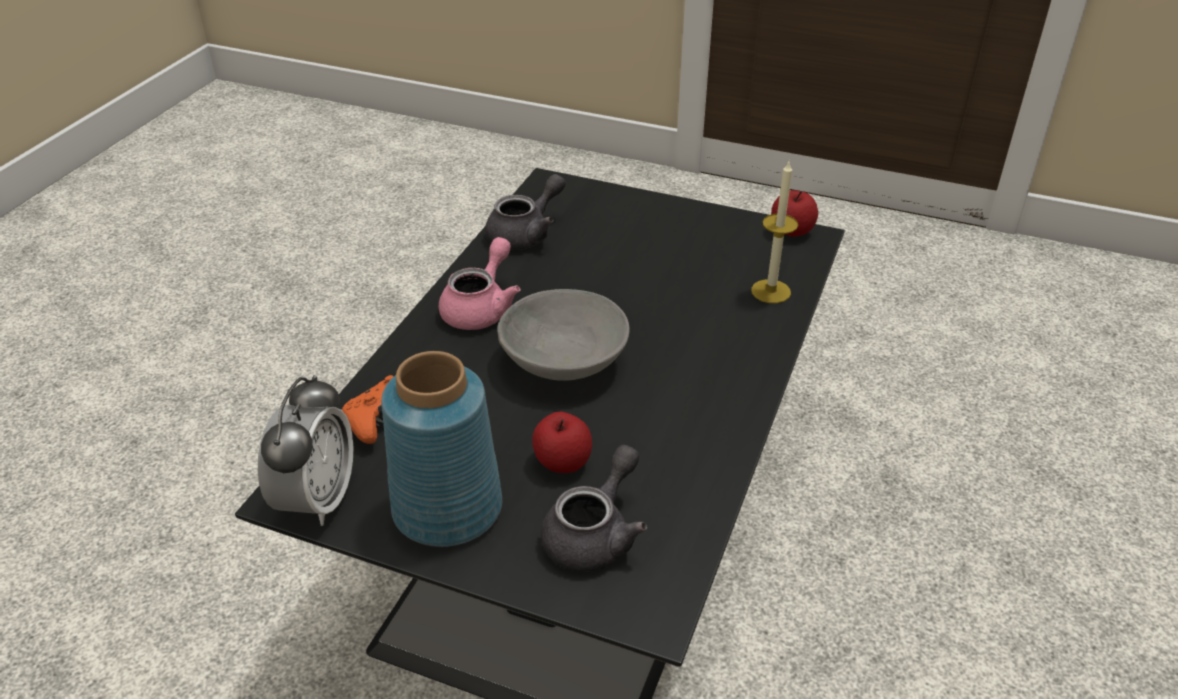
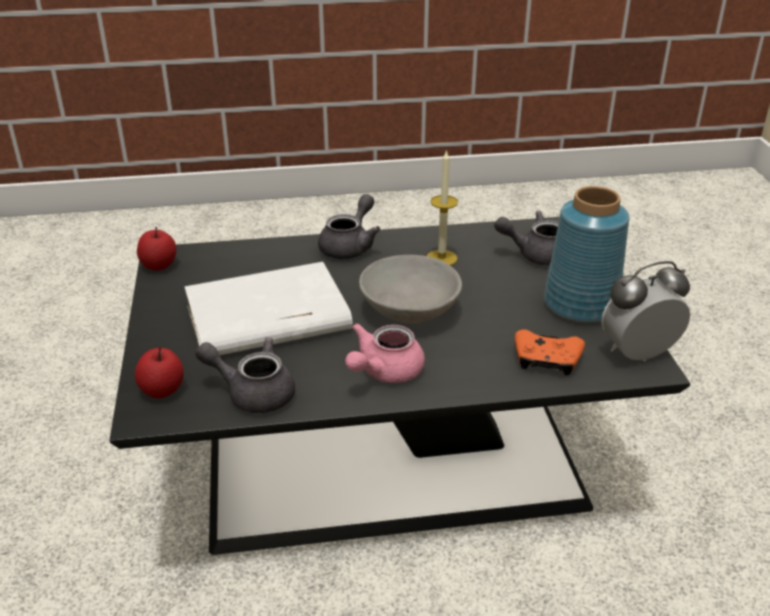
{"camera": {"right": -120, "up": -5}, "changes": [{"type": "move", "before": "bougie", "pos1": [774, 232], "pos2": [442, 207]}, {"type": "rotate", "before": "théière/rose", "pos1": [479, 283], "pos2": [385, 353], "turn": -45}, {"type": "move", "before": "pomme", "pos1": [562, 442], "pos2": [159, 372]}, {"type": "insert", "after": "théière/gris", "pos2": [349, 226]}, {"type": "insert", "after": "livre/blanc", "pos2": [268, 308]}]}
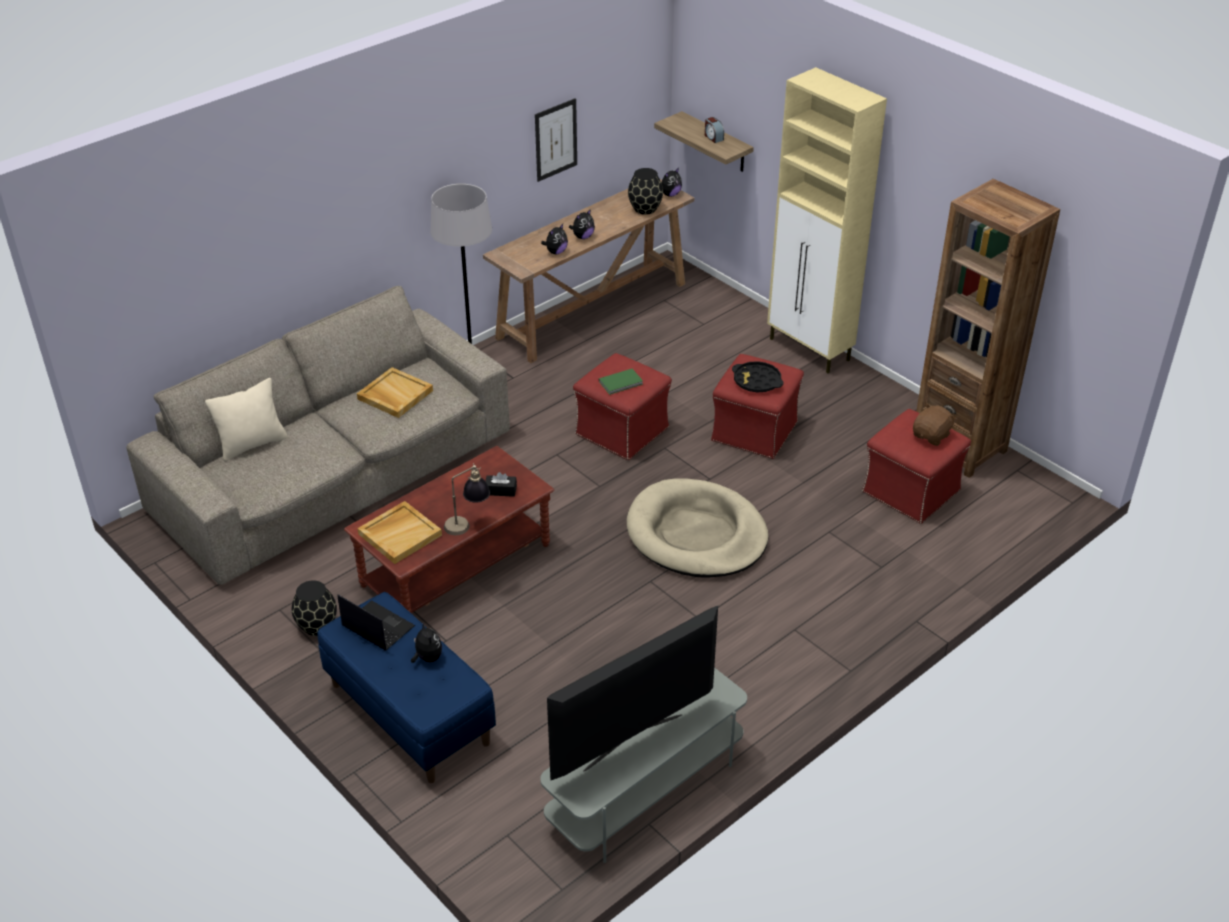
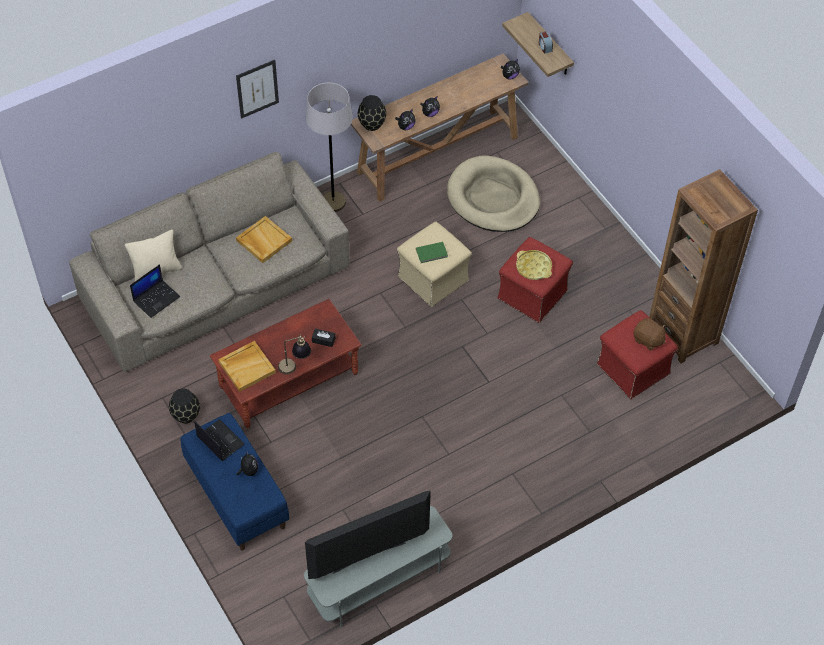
{"camera": {"right": 10, "up": 15}, "changes": [{"type": "delete", "before": "meuble de rangement/beige", "pos1": [827, 220]}, {"type": "move", "before": "tableau", "pos1": [556, 140], "pos2": [257, 89]}, {"type": "move", "before": "vase/noir", "pos1": [645, 191], "pos2": [372, 113]}, {"type": "recolor", "before": "pouf/rouge", "after": "pouf/beige", "pos1": [622, 406], "pos2": [434, 264]}, {"type": "recolor", "before": "plateau/noir", "after": "plateau/jaune", "pos1": [758, 377], "pos2": [534, 265]}, {"type": "rotate", "before": "peluche/marron", "pos1": [934, 424], "pos2": [650, 334], "turn": 75}, {"type": "move", "before": "panier pour chien/beige", "pos1": [697, 528], "pos2": [493, 194]}, {"type": "insert", "after": "ordinateur portable", "pos2": [155, 291]}]}
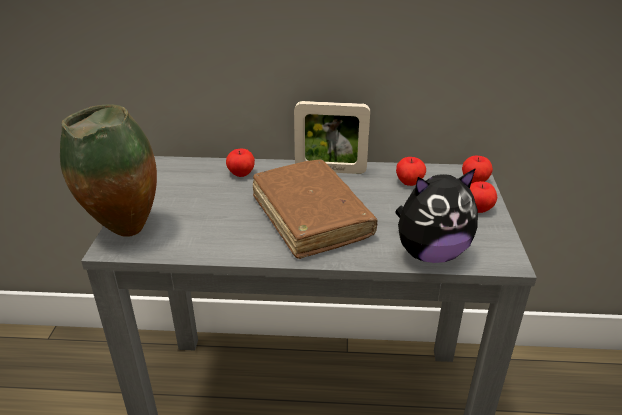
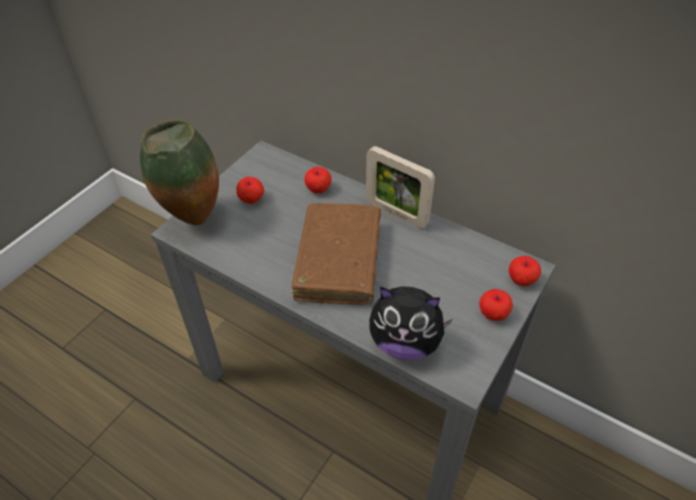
{"camera": {"right": 30, "up": 15}, "changes": [{"type": "move", "before": "pomme", "pos1": [411, 171], "pos2": [250, 190]}]}
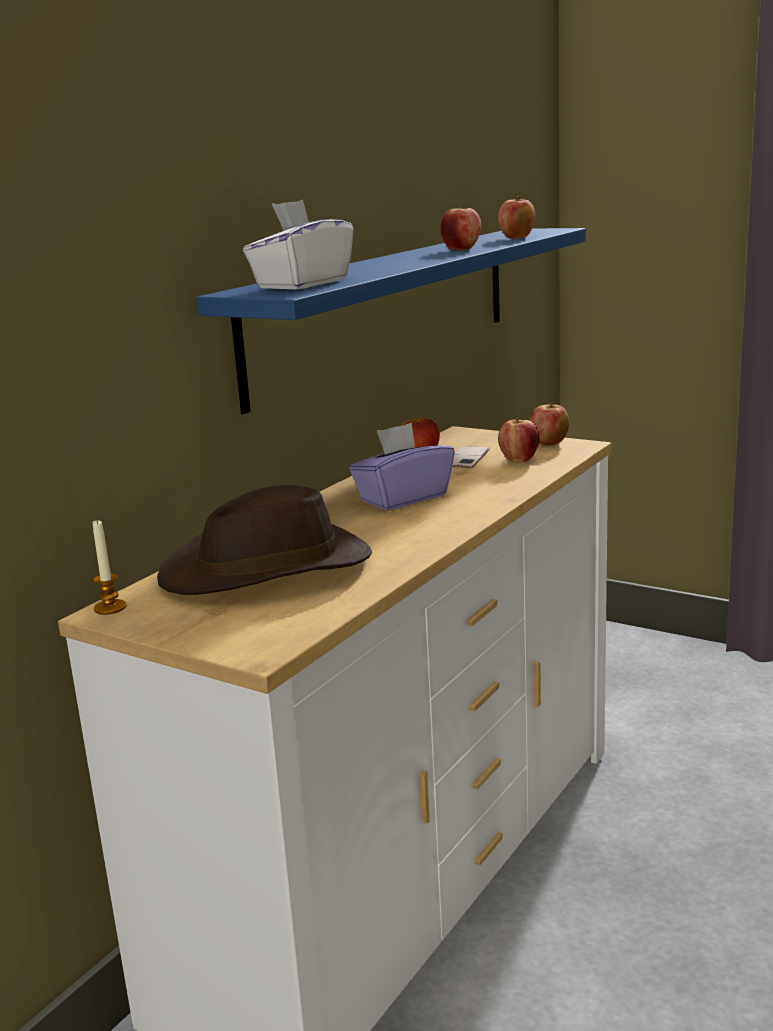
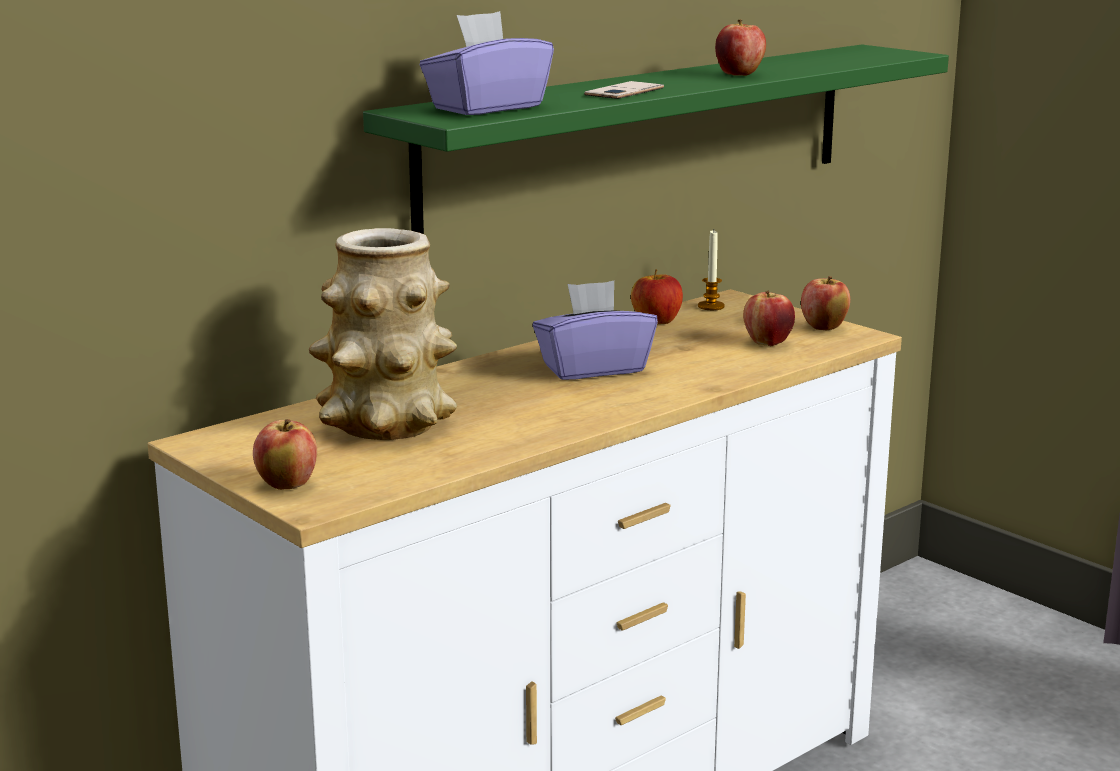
{"camera": {"right": 15, "up": 0}, "changes": [{"type": "move", "before": "pomme", "pos1": [516, 217], "pos2": [285, 454]}, {"type": "recolor", "before": "boîte à mouchoirs/blanc", "after": "boîte à mouchoirs/violet", "pos1": [298, 244], "pos2": [487, 63]}, {"type": "recolor", "before": "étagère/bleu", "after": "étagère/vert", "pos1": [391, 321], "pos2": [656, 139]}, {"type": "move", "before": "téléphone", "pos1": [470, 457], "pos2": [624, 90]}, {"type": "replace", "before": "chapeau/marron", "after": "vase", "pos1": [264, 540], "pos2": [383, 334]}, {"type": "move", "before": "bougie", "pos1": [109, 567], "pos2": [711, 270]}]}
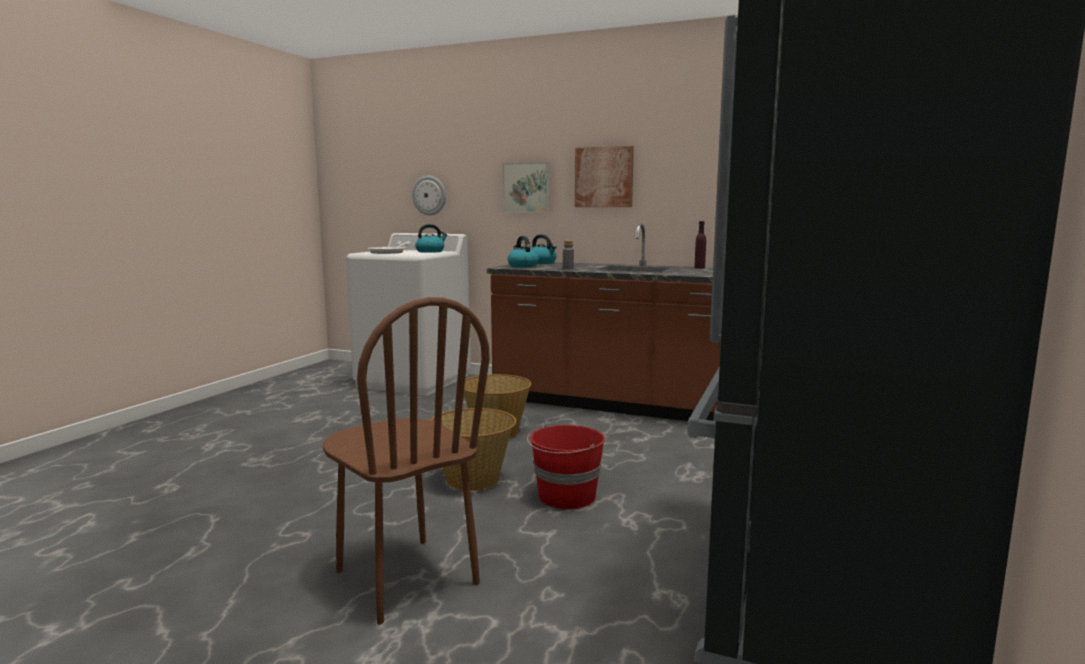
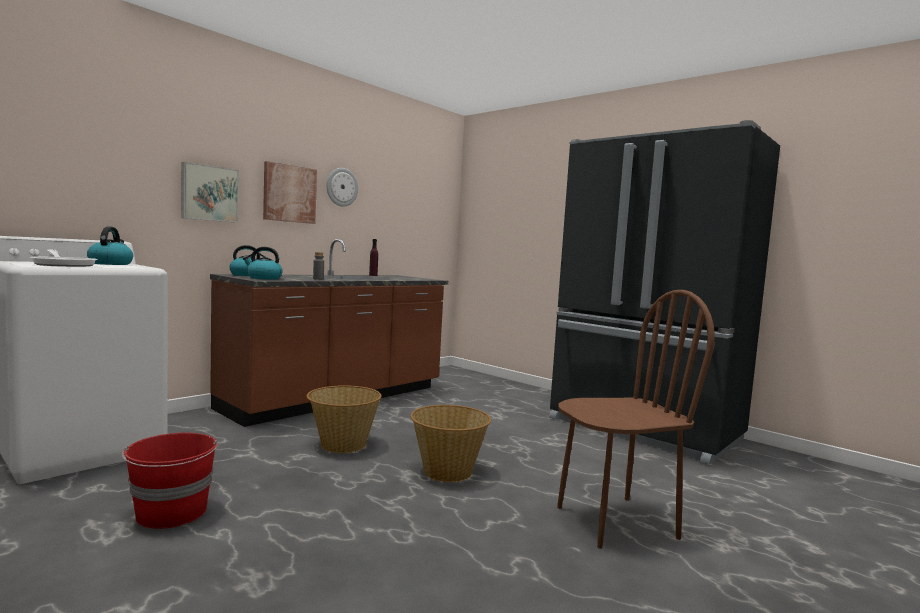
{"camera": {"right": -70, "up": -5}, "changes": [{"type": "move", "before": "horloge murale", "pos1": [429, 195], "pos2": [342, 187]}, {"type": "move", "before": "seau/rouge", "pos1": [566, 467], "pos2": [170, 481]}]}
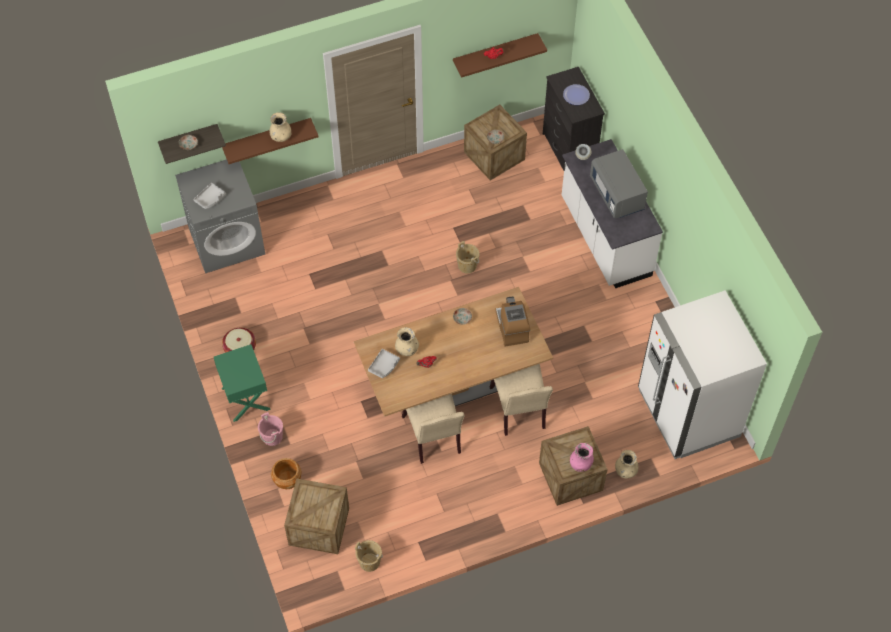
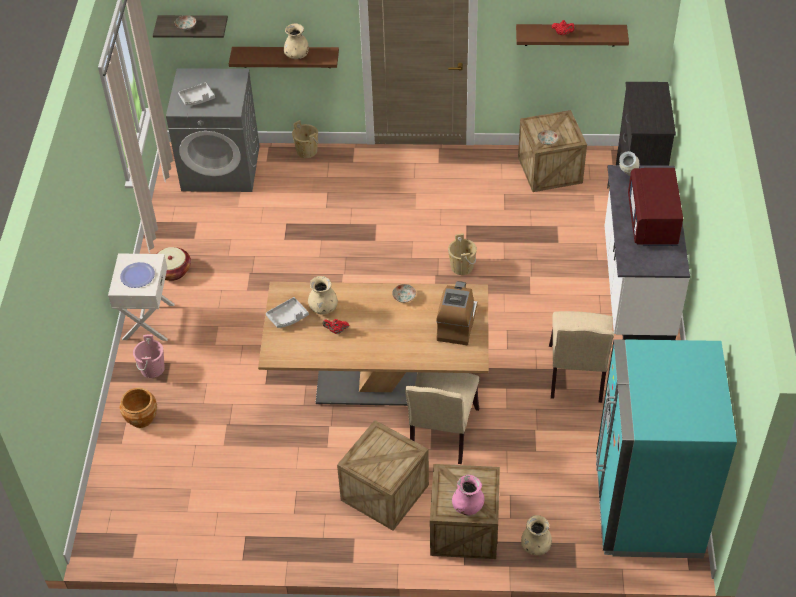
{"camera": {"right": 25, "up": -10}, "changes": [{"type": "move", "before": "assiette", "pos1": [576, 94], "pos2": [137, 275]}, {"type": "recolor", "before": "micro-ondes/gris", "after": "micro-ondes/rouge", "pos1": [619, 183], "pos2": [655, 207]}, {"type": "recolor", "before": "réfrigérateur/blanc", "after": "réfrigérateur/turquoise", "pos1": [702, 374], "pos2": [666, 448]}, {"type": "recolor", "before": "table de chevet/vert", "after": "table de chevet/blanc", "pos1": [242, 383], "pos2": [141, 297]}, {"type": "move", "before": "chaise/beige", "pos1": [433, 429], "pos2": [581, 357]}, {"type": "move", "before": "caisse", "pos1": [316, 516], "pos2": [383, 475]}, {"type": "move", "before": "seau/beige", "pos1": [369, 556], "pos2": [305, 139]}]}
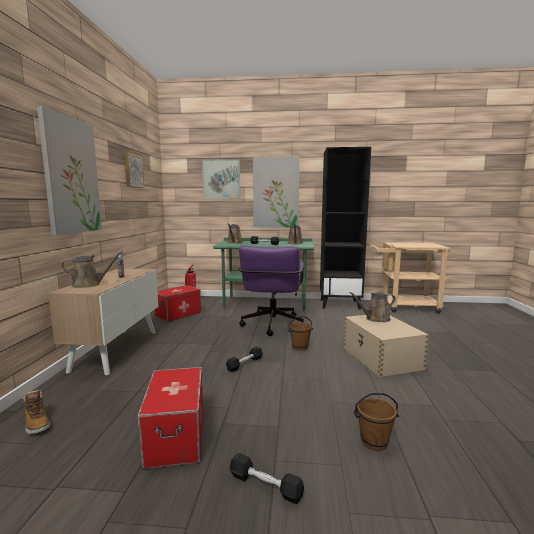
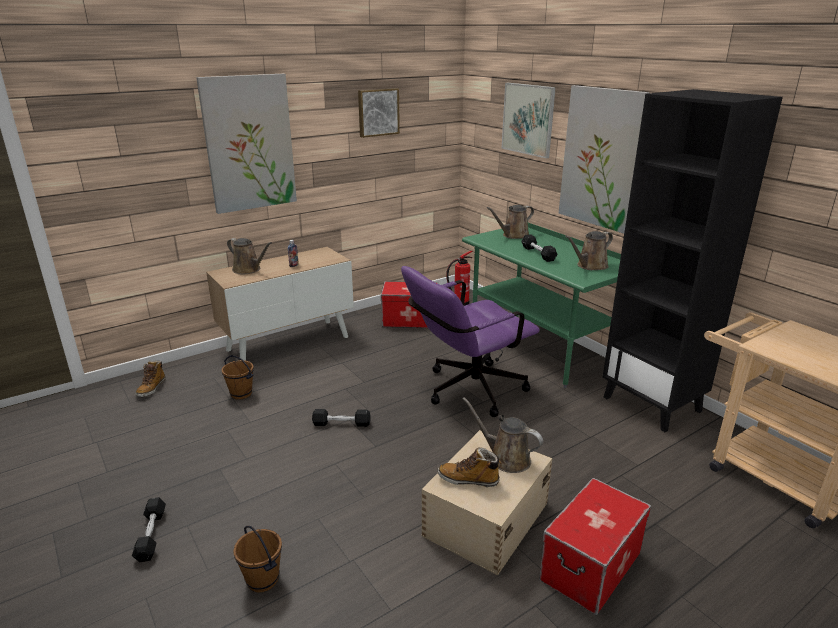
{"camera": {"right": 50, "up": 15}, "changes": [{"type": "move", "before": "seau/marron", "pos1": [300, 333], "pos2": [238, 377]}, {"type": "move", "before": "boîte de rangement", "pos1": [170, 418], "pos2": [595, 546]}, {"type": "insert", "after": "botte", "pos2": [470, 467]}]}
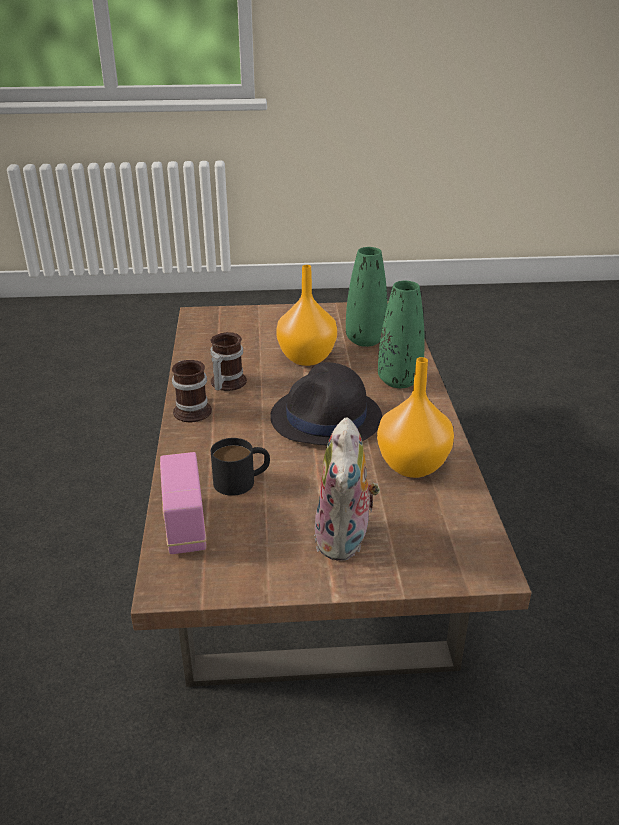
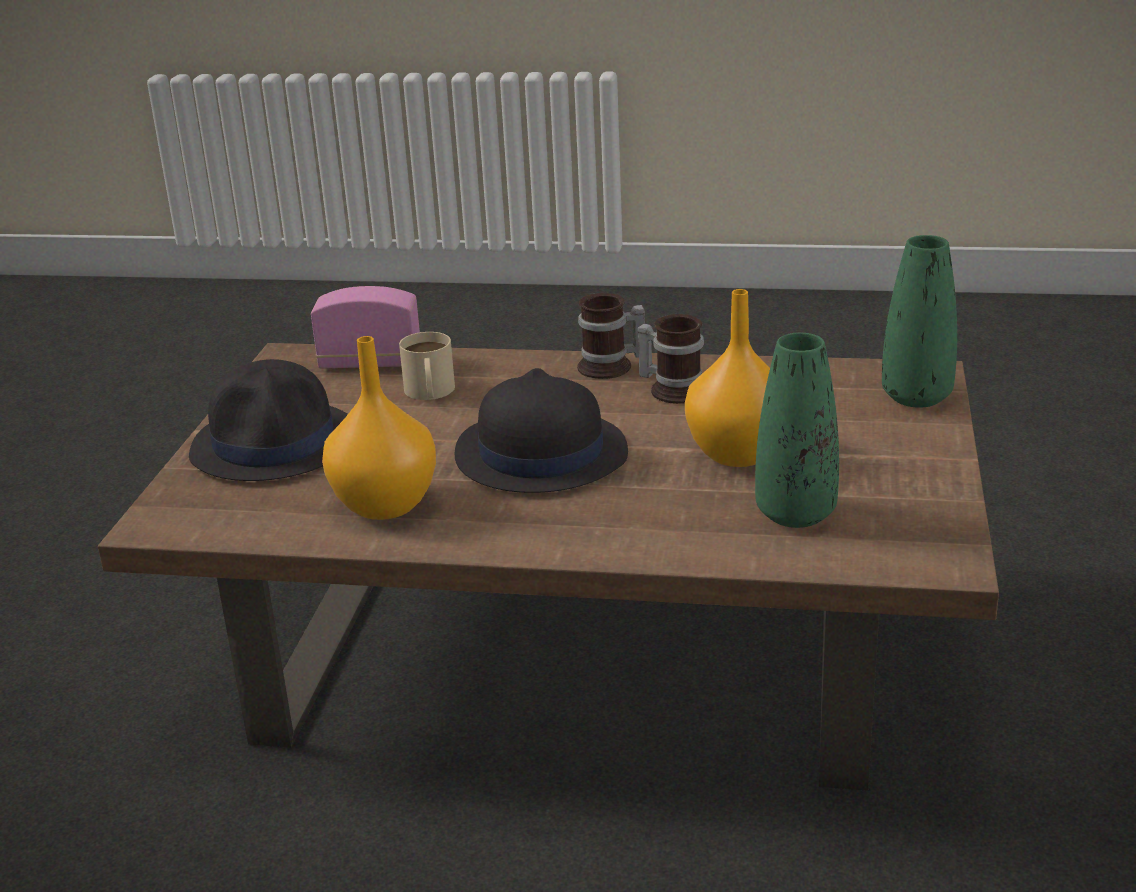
{"camera": {"right": 105, "up": -5}, "changes": [{"type": "move", "before": "vase/vert", "pos1": [401, 334], "pos2": [919, 321]}, {"type": "replace", "before": "peluche", "after": "chapeau/noir", "pos1": [347, 489], "pos2": [268, 420]}, {"type": "recolor", "before": "mug/noir", "after": "mug/beige", "pos1": [240, 467], "pos2": [427, 366]}]}
